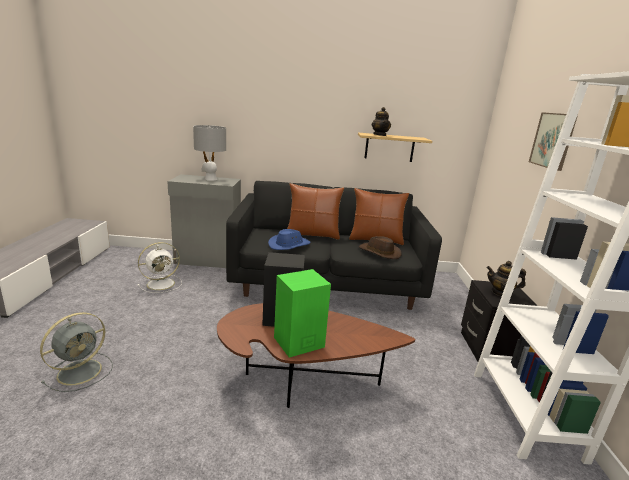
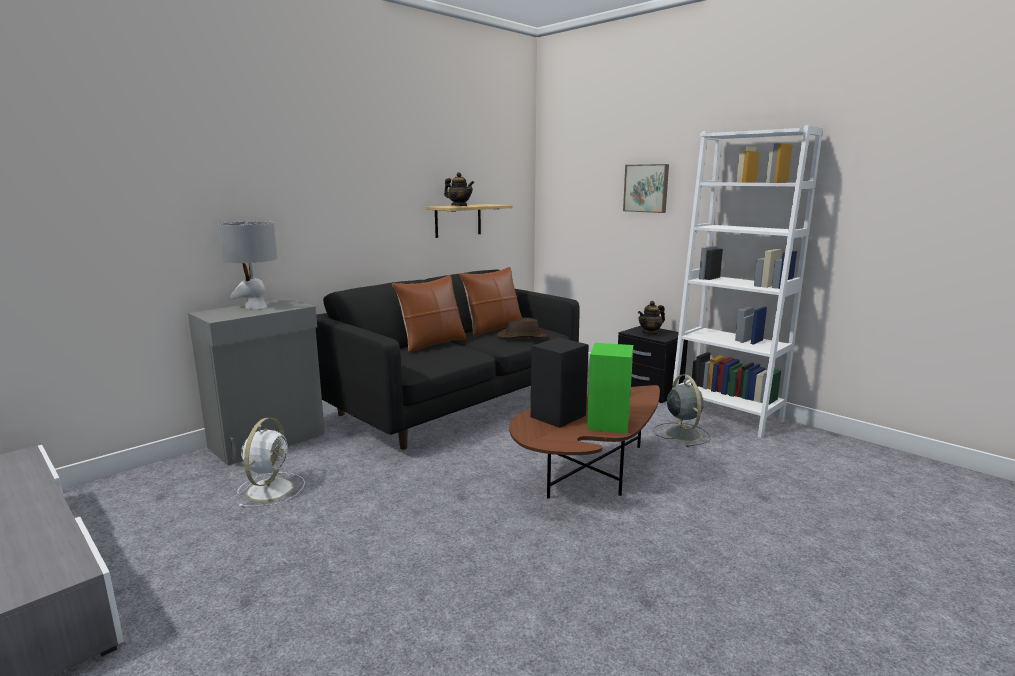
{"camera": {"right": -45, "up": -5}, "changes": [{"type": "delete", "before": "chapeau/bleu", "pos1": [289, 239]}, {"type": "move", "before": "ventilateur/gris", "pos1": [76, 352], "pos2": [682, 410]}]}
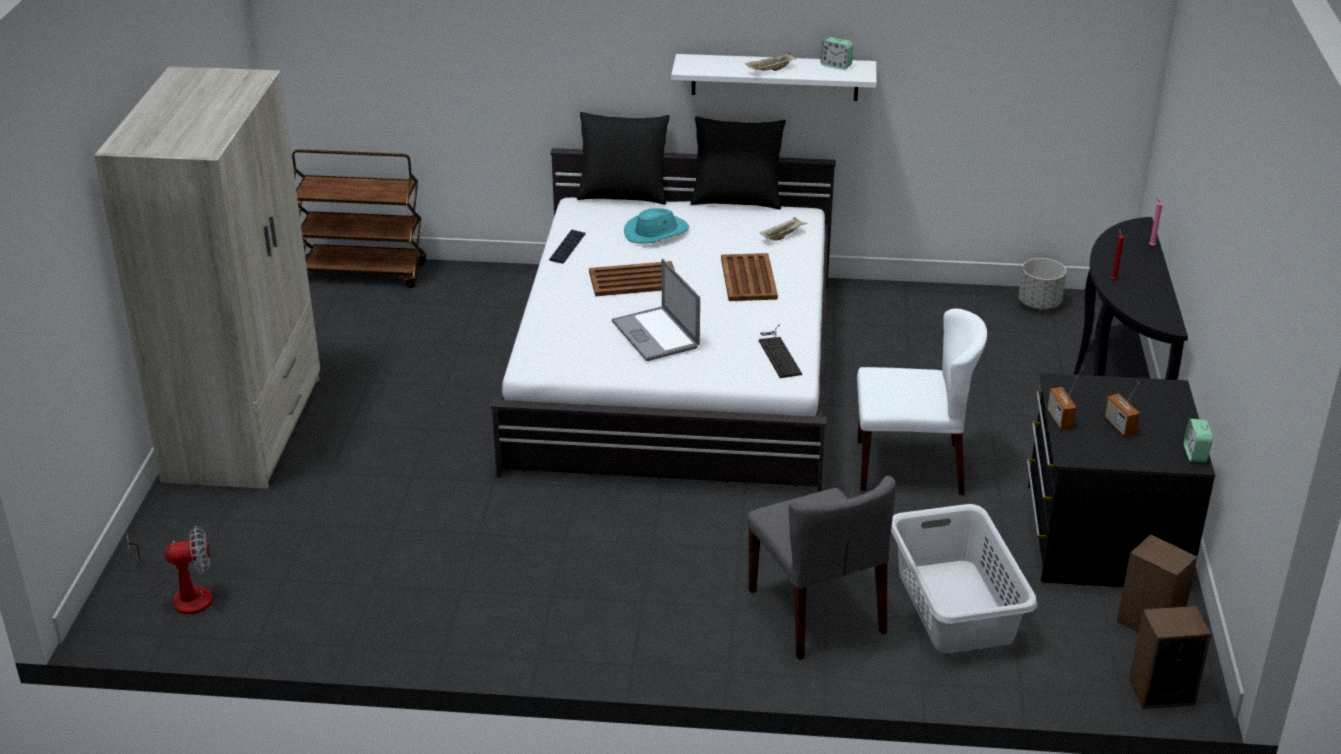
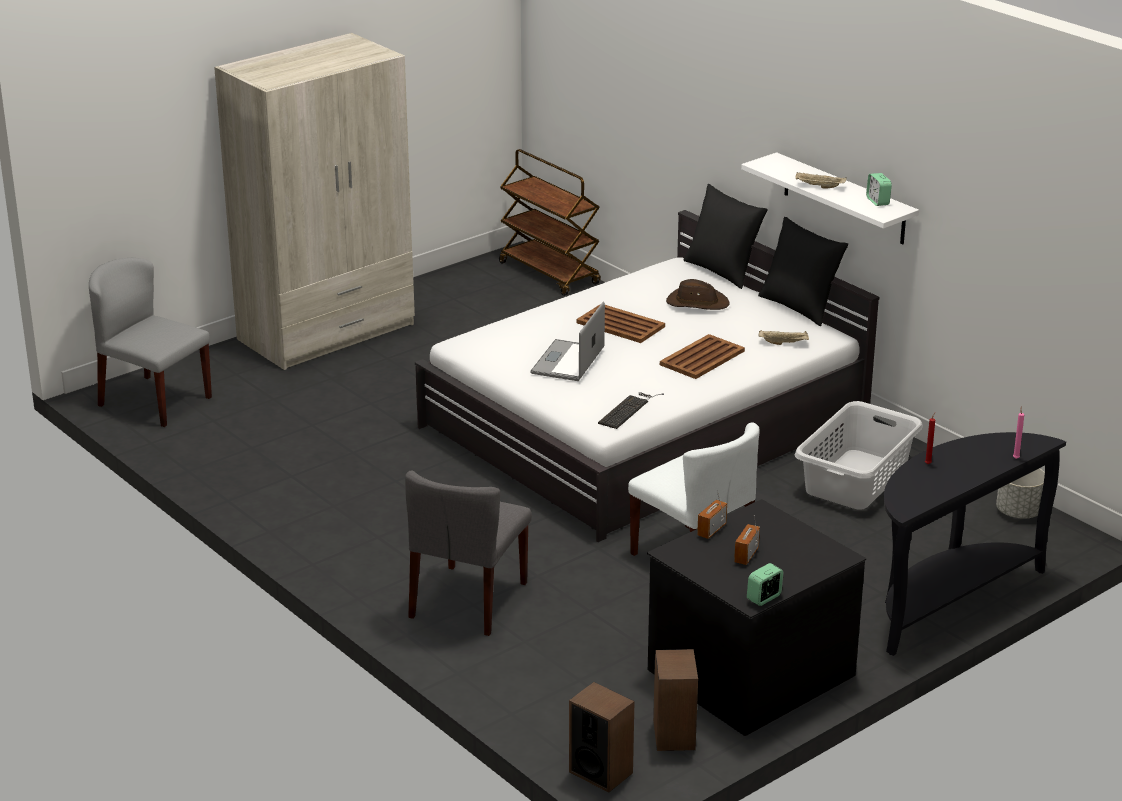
{"camera": {"right": 45, "up": -5}, "changes": [{"type": "recolor", "before": "chapeau/turquoise", "after": "chapeau/marron", "pos1": [656, 225], "pos2": [697, 294]}, {"type": "delete", "before": "clavier", "pos1": [567, 246]}, {"type": "move", "before": "panier à linge/gris", "pos1": [964, 578], "pos2": [859, 455]}, {"type": "replace", "before": "ventilateur", "after": "chaise/gris", "pos1": [170, 569], "pos2": [150, 342]}]}
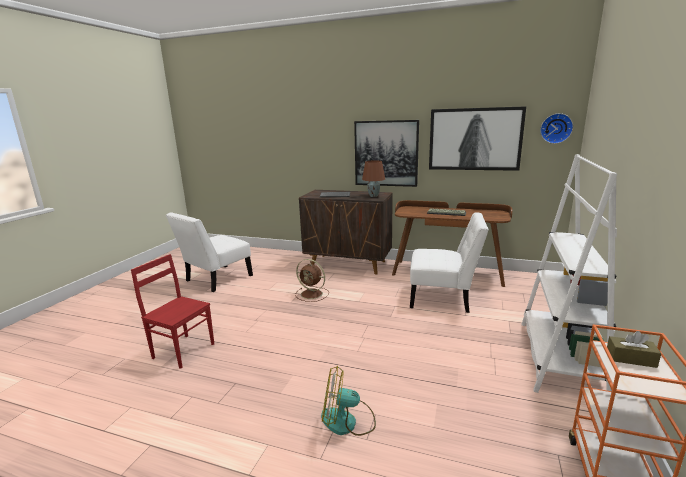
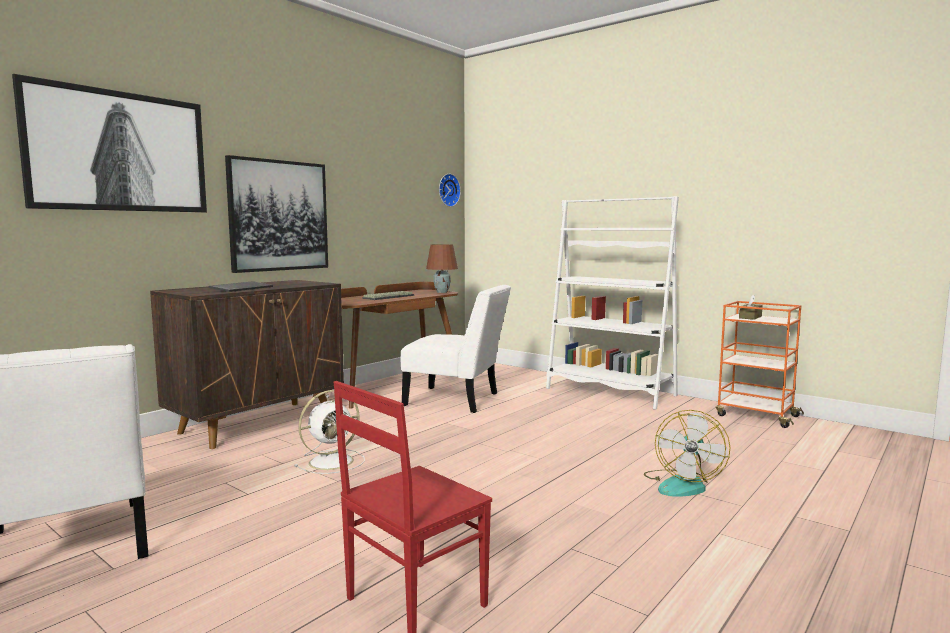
{"camera": {"right": -70, "up": -10}, "changes": [{"type": "move", "before": "tableau", "pos1": [477, 138], "pos2": [109, 143]}, {"type": "move", "before": "lampe de table/marron", "pos1": [373, 178], "pos2": [442, 268]}, {"type": "rotate", "before": "chaise/blanc", "pos1": [449, 262], "pos2": [456, 349], "turn": 75}, {"type": "recolor", "before": "ventilateur/marron", "after": "ventilateur/blanc", "pos1": [312, 280], "pos2": [329, 432]}]}
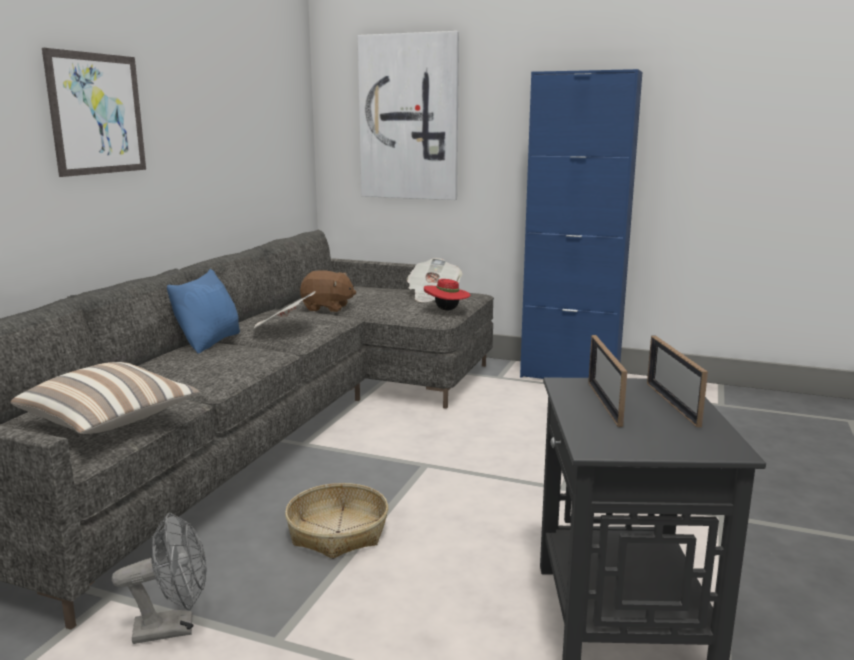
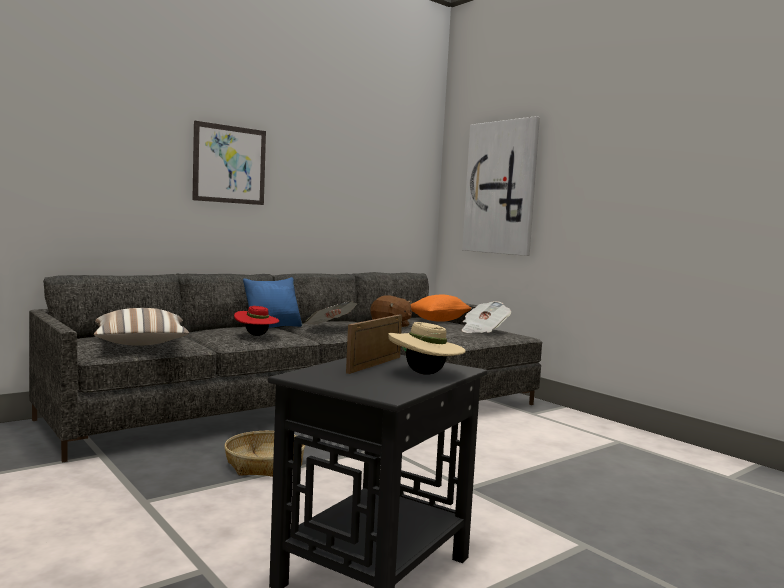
{"camera": {"right": 30, "up": -10}, "changes": [{"type": "delete", "before": "meuble de rangement/bleu", "pos1": [581, 224]}, {"type": "move", "before": "chapeau/rouge", "pos1": [447, 295], "pos2": [256, 321]}, {"type": "replace", "before": "cadre photo", "after": "chapeau/beige", "pos1": [677, 381], "pos2": [427, 348]}, {"type": "delete", "before": "ventilateur/gris", "pos1": [159, 578]}, {"type": "insert", "after": "coussin/orange", "pos2": [441, 308]}]}
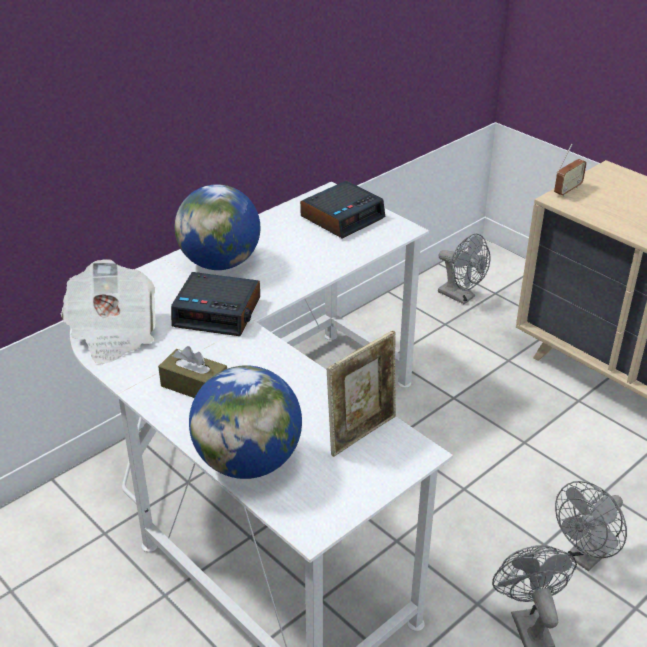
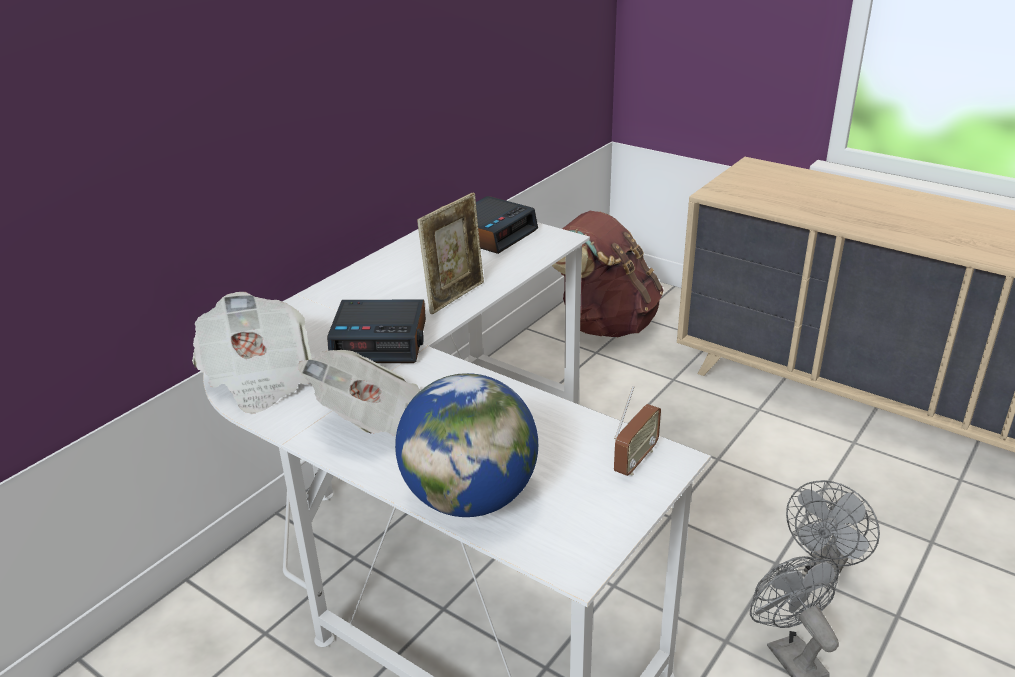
{"camera": {"right": -10, "up": -5}, "changes": [{"type": "move", "before": "radio", "pos1": [570, 170], "pos2": [637, 431]}, {"type": "delete", "before": "globe", "pos1": [217, 227]}, {"type": "replace", "before": "ventilateur/gris", "after": "sac à dos/marron", "pos1": [464, 269], "pos2": [608, 274]}, {"type": "move", "before": "cadre photo", "pos1": [361, 394], "pos2": [450, 254]}, {"type": "replace", "before": "boîte à mouchoirs/marron", "after": "journal", "pos1": [192, 372], "pos2": [359, 393]}]}
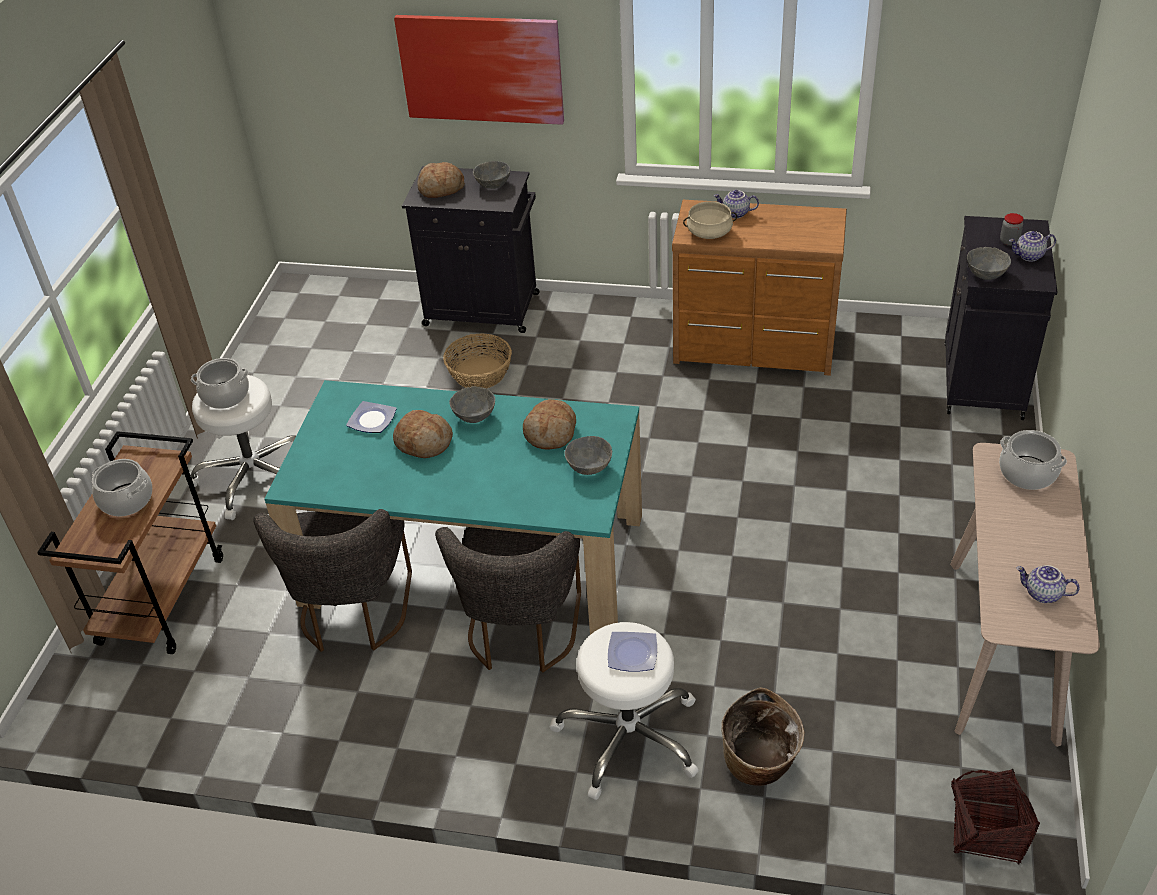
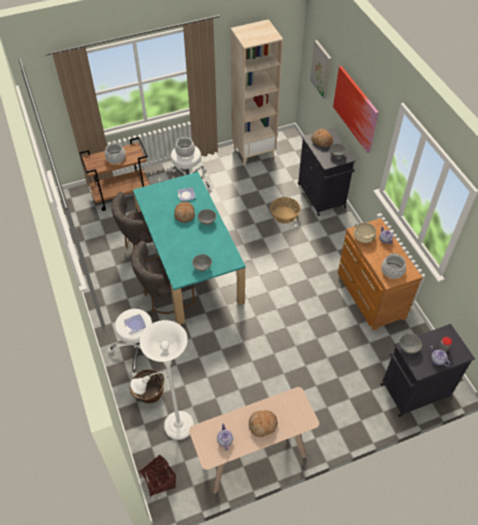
{"camera": {"right": 55, "up": 10}, "changes": [{"type": "move", "before": "pain", "pos1": [549, 424], "pos2": [263, 423]}, {"type": "move", "before": "marmite", "pos1": [1033, 460], "pos2": [393, 266]}, {"type": "insert", "after": "bibliothèque/beige", "pos2": [257, 92]}, {"type": "insert", "after": "tableau", "pos2": [320, 69]}, {"type": "insert", "after": "lampadaire/blanc", "pos2": [162, 380]}]}
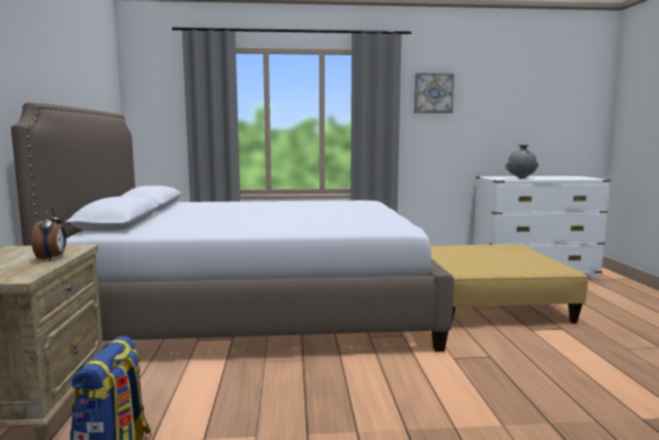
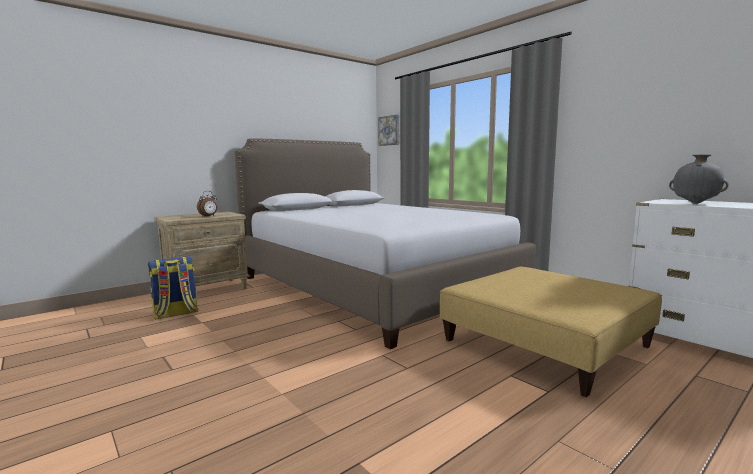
{"camera": {"right": 55, "up": 0}, "changes": [{"type": "move", "before": "tableau", "pos1": [434, 93], "pos2": [388, 130]}]}
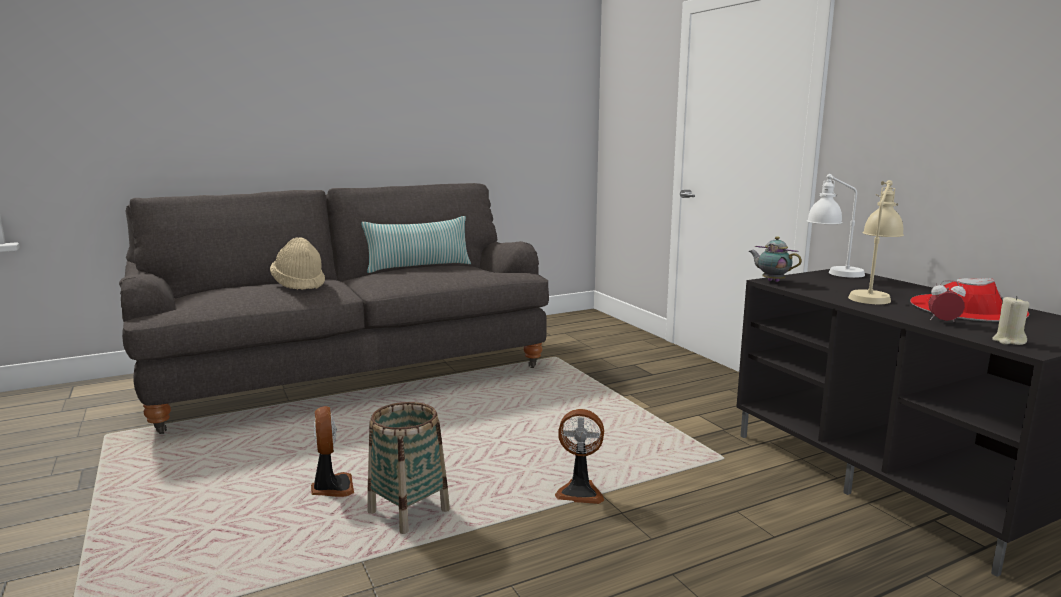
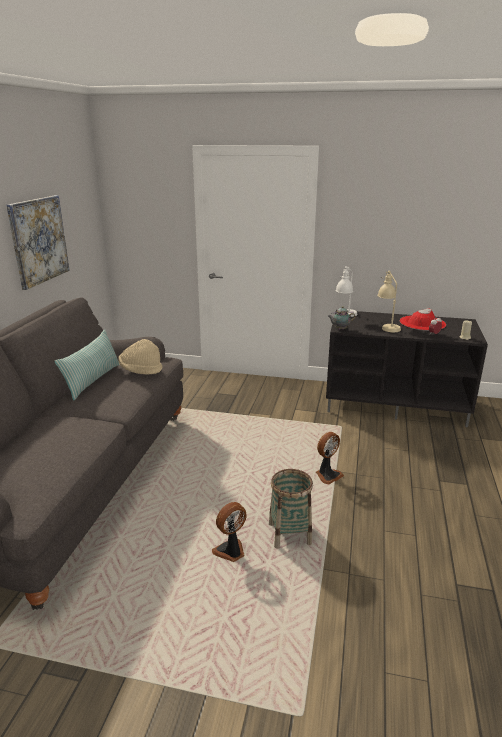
{"camera": {"right": -50, "up": 10}, "changes": [{"type": "move", "before": "chapeau/beige", "pos1": [297, 263], "pos2": [140, 357]}, {"type": "rotate", "before": "ventilateur", "pos1": [332, 451], "pos2": [229, 532], "turn": -60}, {"type": "insert", "after": "tableau", "pos2": [38, 242]}]}
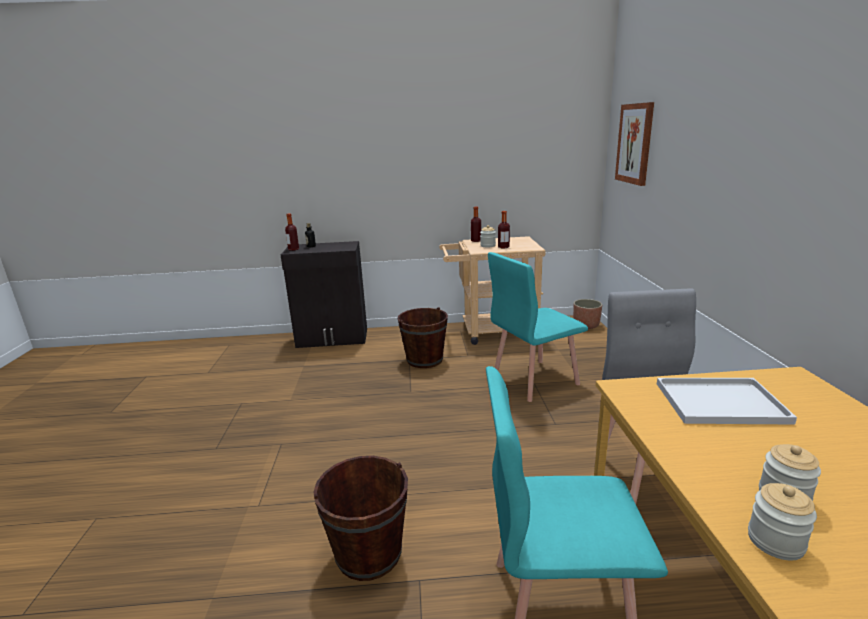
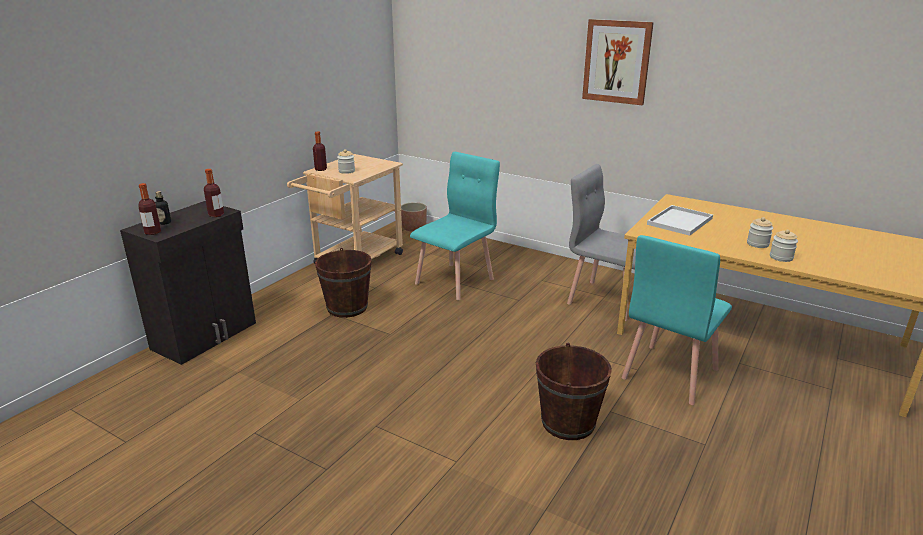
{"camera": {"right": -55, "up": 5}, "changes": [{"type": "move", "before": "tableau", "pos1": [634, 144], "pos2": [618, 62]}, {"type": "move", "before": "bouteille", "pos1": [504, 230], "pos2": [214, 193]}, {"type": "rotate", "before": "chaise/turquoise", "pos1": [538, 327], "pos2": [455, 226], "turn": -150}]}
